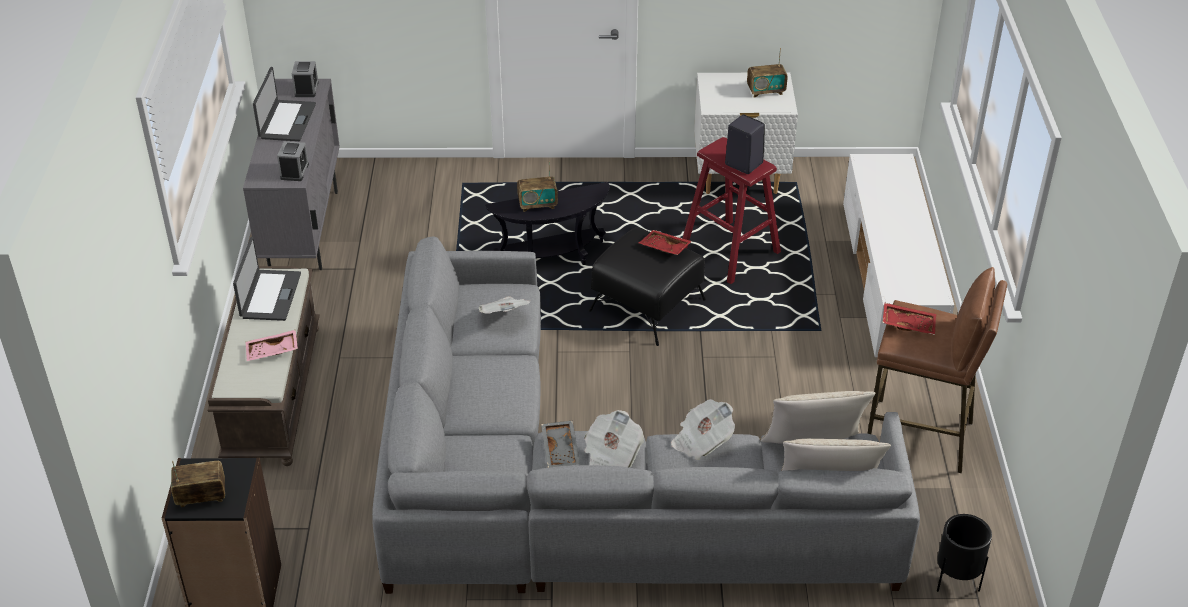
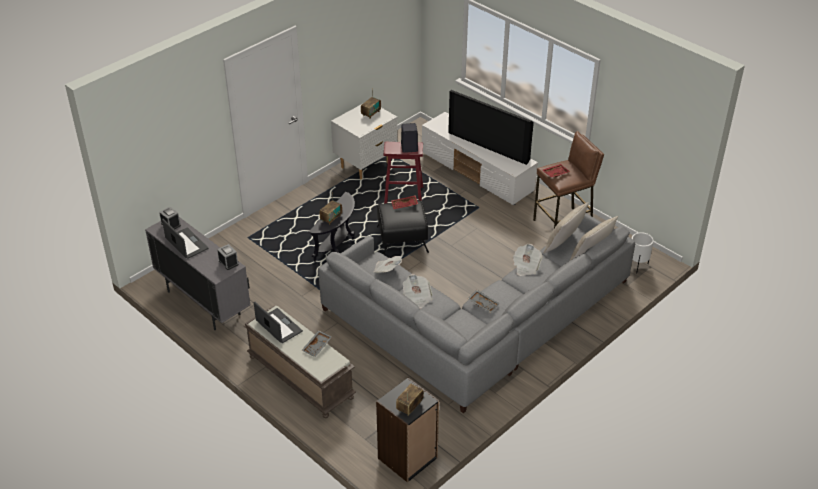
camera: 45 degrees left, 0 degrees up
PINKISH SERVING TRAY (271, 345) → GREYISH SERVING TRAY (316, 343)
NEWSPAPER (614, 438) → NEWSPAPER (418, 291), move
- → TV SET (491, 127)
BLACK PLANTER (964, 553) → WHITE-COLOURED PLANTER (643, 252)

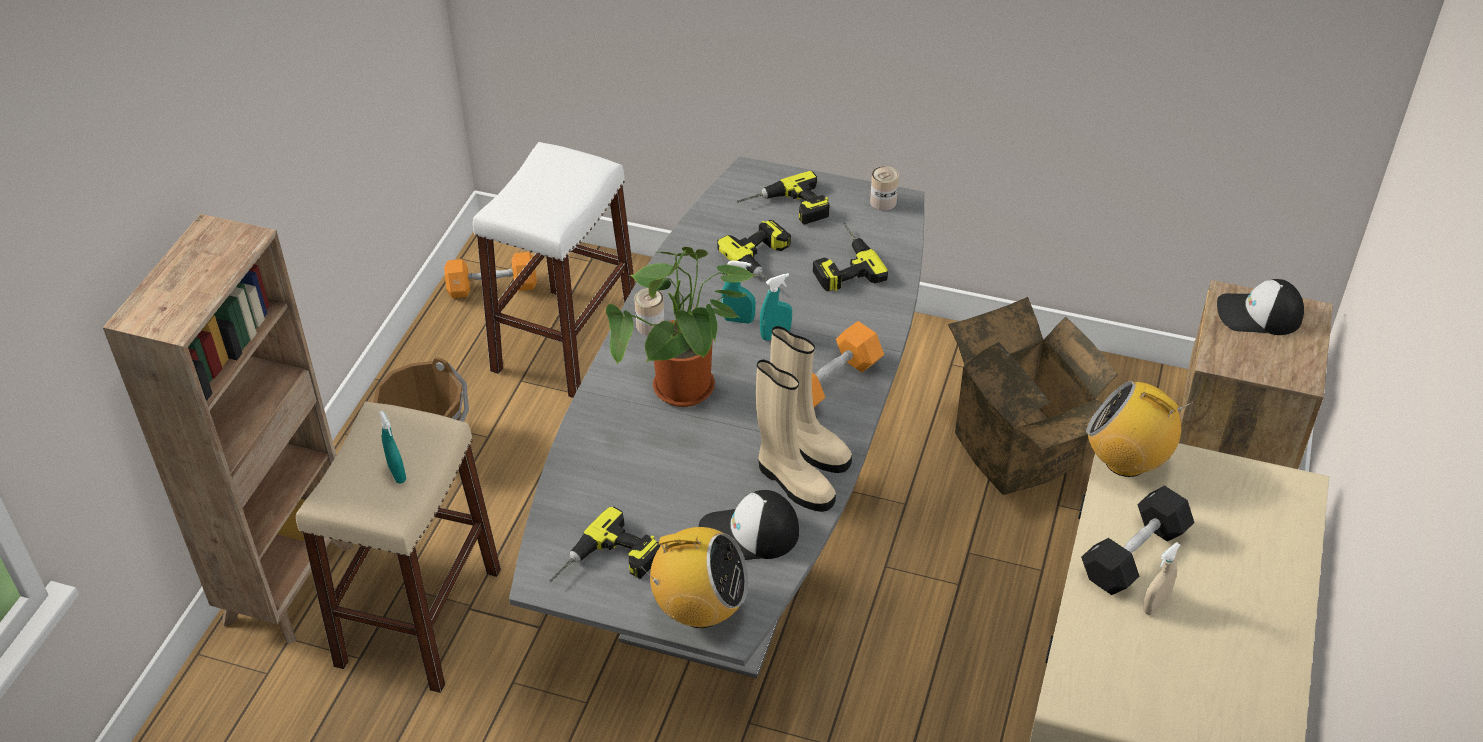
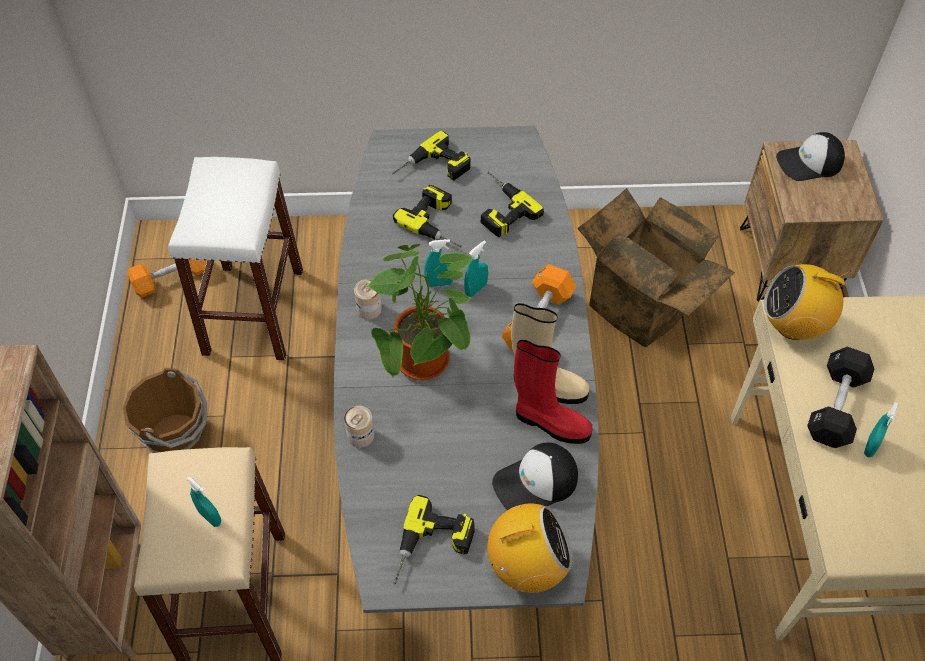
camera: 20 degrees left, 10 degrees up
CAN (884, 188) → CAN (359, 427), move
BEIGE-COLOURED BOOT (796, 436) → RED-COLOURED BOOT (553, 392)
BEIGE-COLOURED SPRAY BOTTLE (1161, 578) → BLUE-GREEN SPRAY BOTTLE (881, 429)

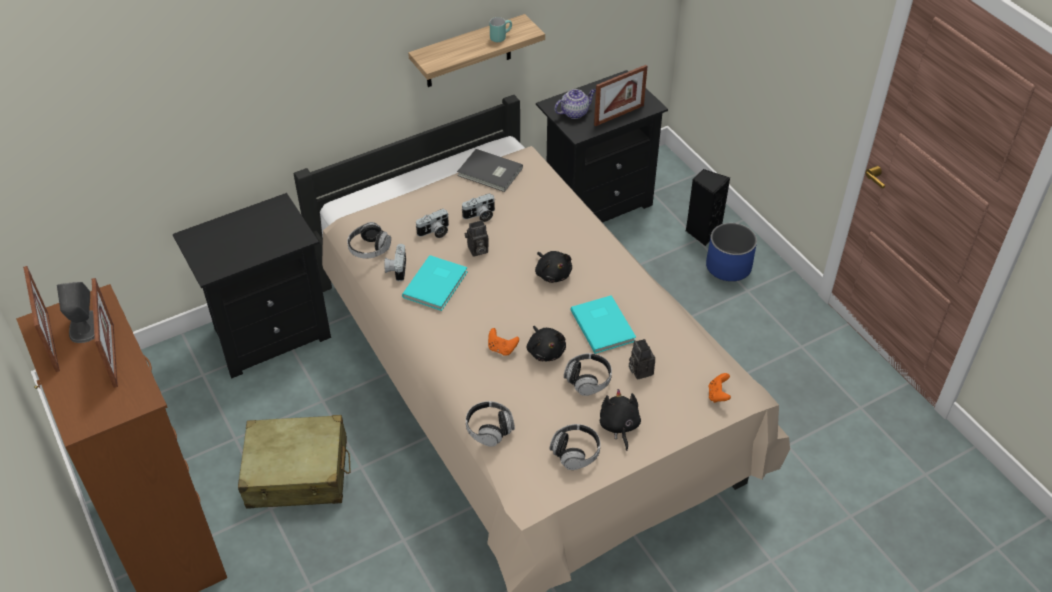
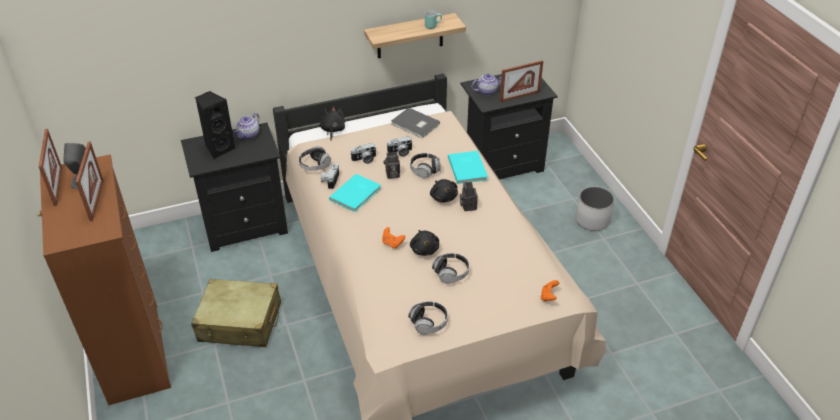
camera: 10 degrees right, 5 degrees down
BLACK AUDIO SPEAKER (708, 207) → BLACK AUDIO SPEAKER (215, 125), move
- → TEAPOT (247, 126)
BLACK SOFT TOY (620, 420) → BLACK SOFT TOY (332, 123), move
HEADSET (490, 424) → HEADSET (425, 165), move
BLUE-GREEN VOLUME (603, 324) → BLUE-GREEN VOLUME (468, 167), move
STILL CAMERA (642, 359) → STILL CAMERA (469, 196), move
BLUISH PLANTER (731, 252) → WHITE-COLOURED PLANTER (595, 208)

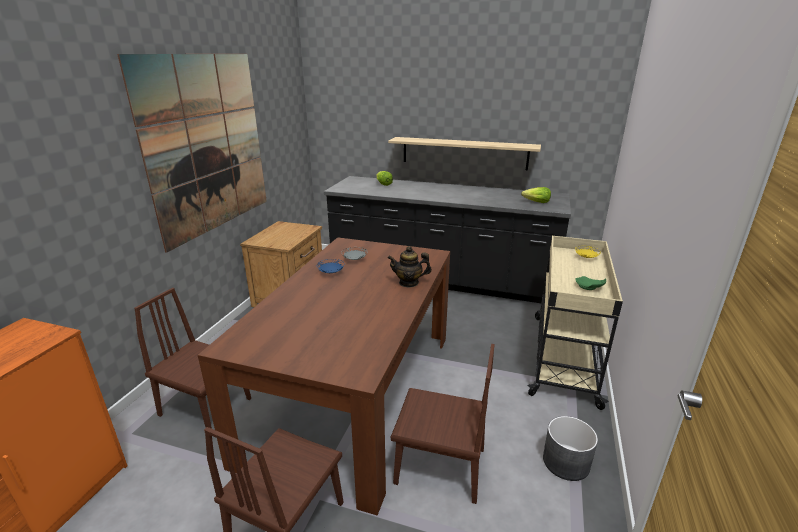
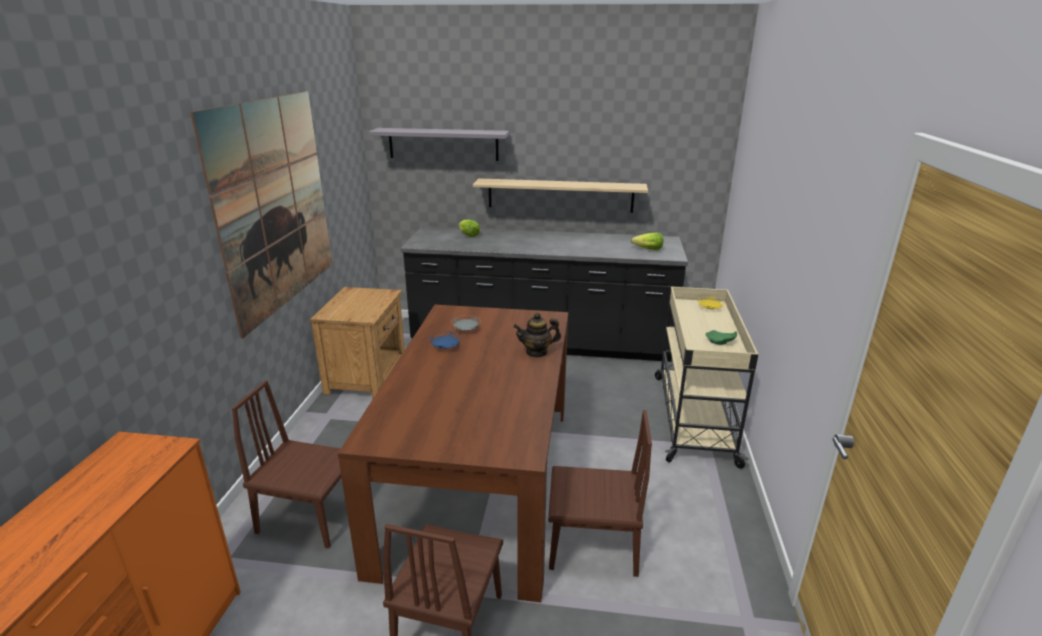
camera: 10 degrees left, 0 degrees up
- → GREYISH BRACKET SHELF (439, 144)
GREYISH PLANTER (570, 448) → -

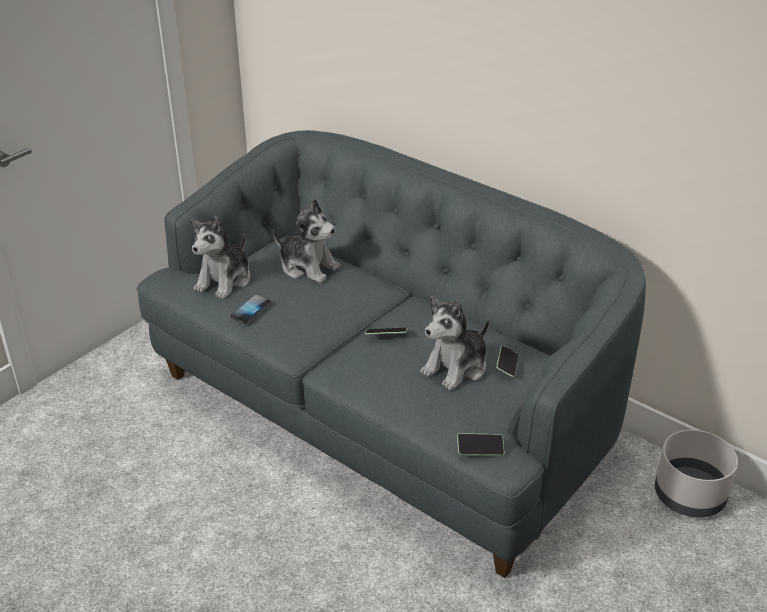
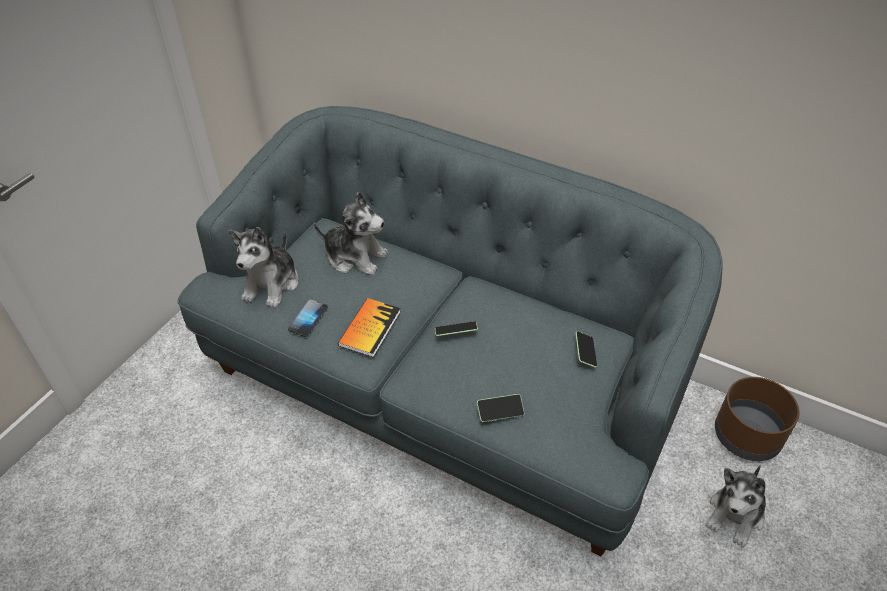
camera: 10 degrees left, 10 degrees up
- → VOLUME (369, 327)
HANDSET (481, 444) → HANDSET (501, 408), move
SOFT TOY (455, 343) → SOFT TOY (736, 506), move
GREYISH PLANTER (696, 474) → BROWNISH PLANTER (757, 419)

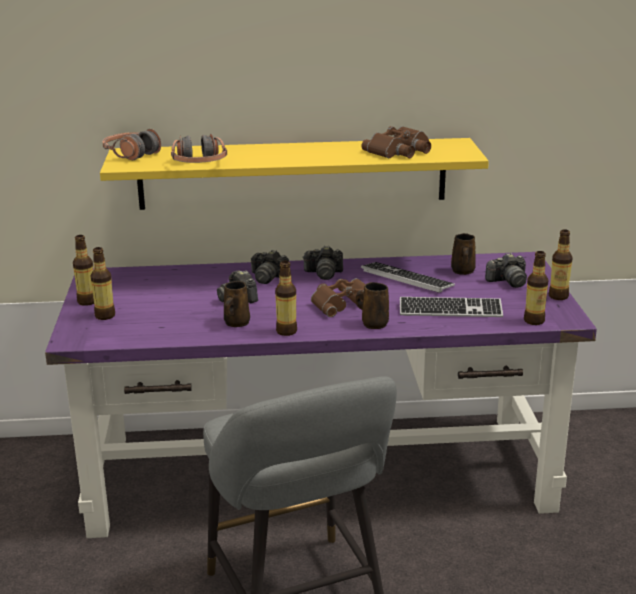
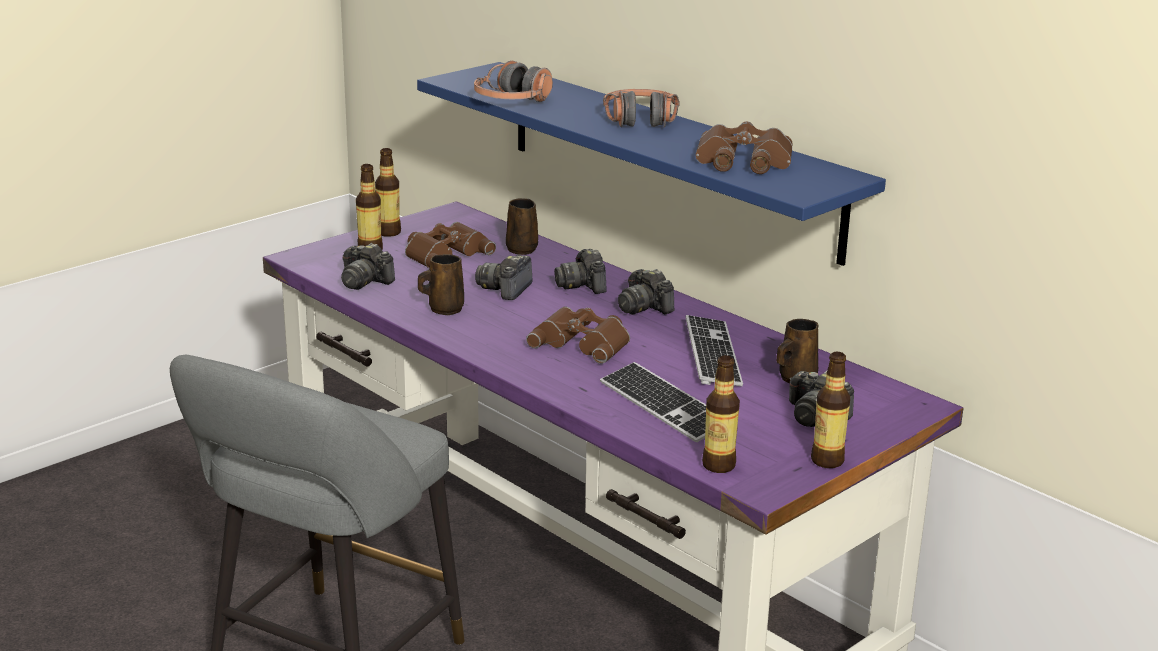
camera: 50 degrees right, 0 degrees up
- → STILL CAMERA (368, 266)
- → BROWNISH BINOCULARS (450, 245)
YELLOWISH BRACKET SHELF (294, 174) → BLUISH BRACKET SHELF (651, 164)
BROWNISH COFFEE MUG (372, 305) → BROWNISH COFFEE MUG (522, 226), move
HEADSET (131, 144) → HEADSET (641, 108), move
DRINK BOTTLE (286, 298) → -

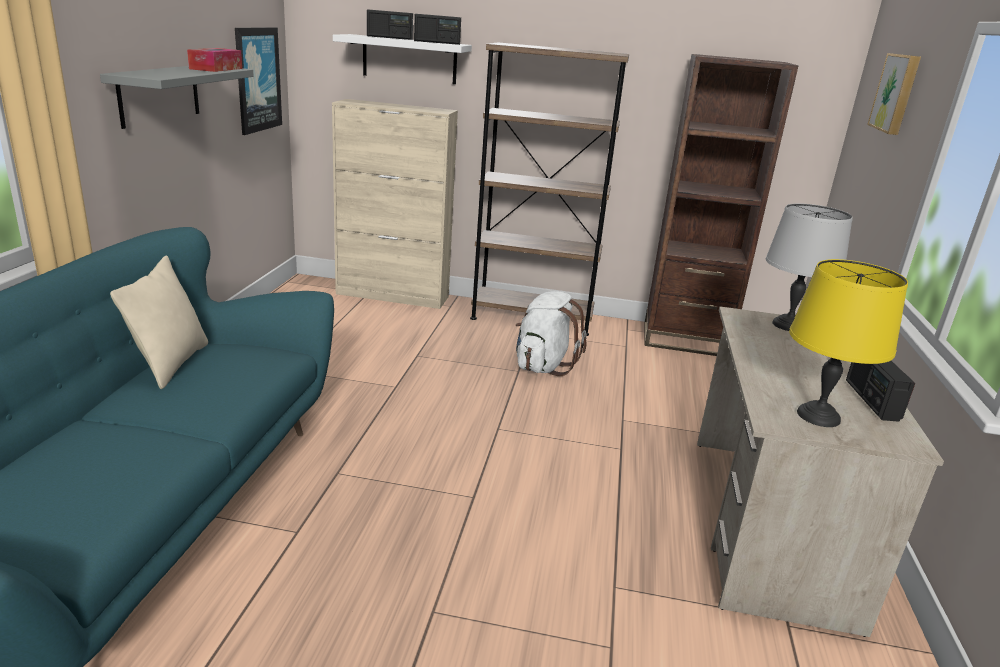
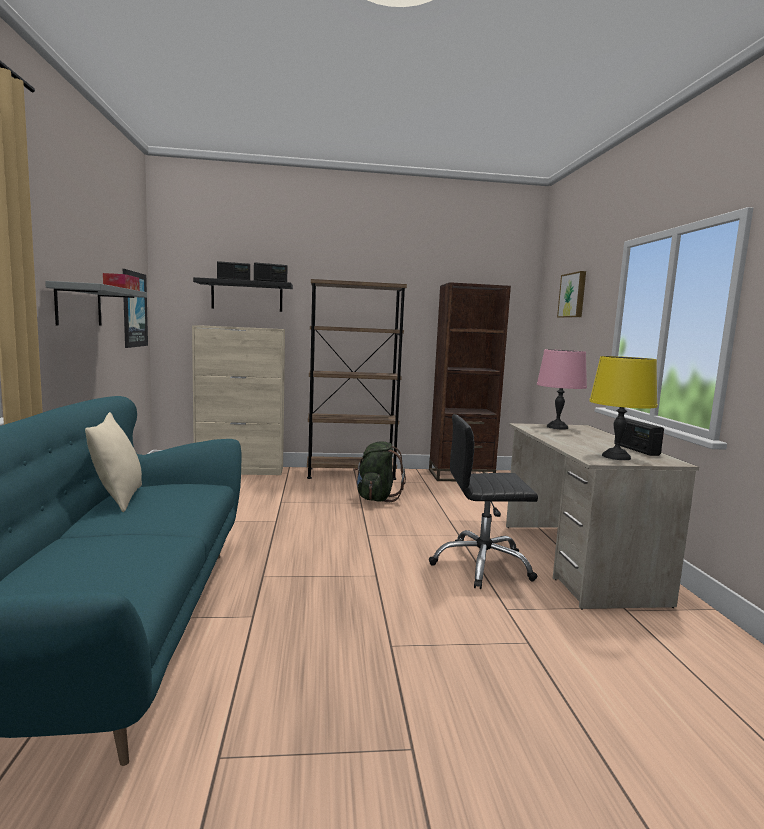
camera: 15 degrees left, 15 degrees down
WHITE-COLOURED BRACKET SHELF (402, 59) → BLACK BRACKET SHELF (243, 294)
WHITE-COLOURED RUCKSACK (551, 333) → GREEN-COLOURED RUCKSACK (379, 472)
- → BLACK COMPUTER CHAIR (483, 501)
GREYISH TABLE LAMP (809, 267) → PINKISH TABLE LAMP (562, 389)

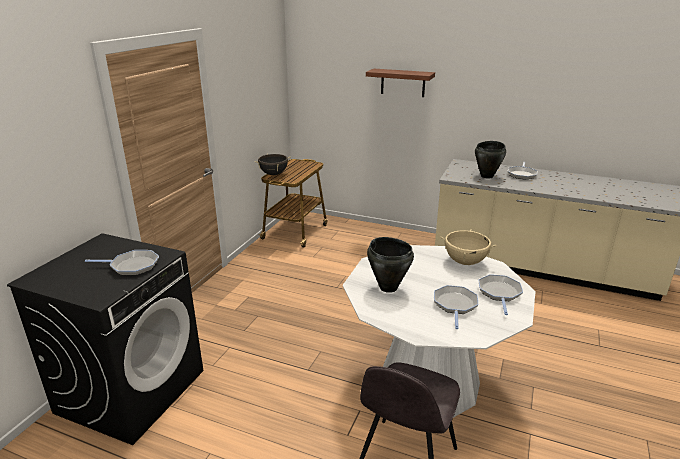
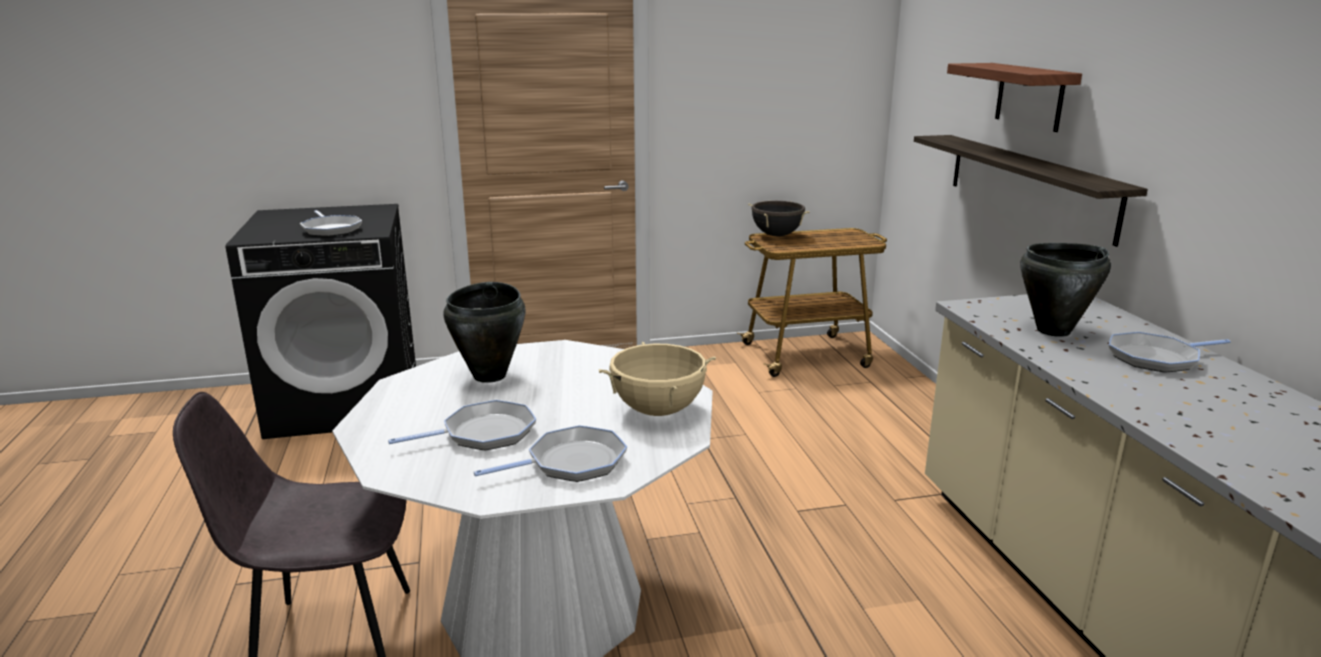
camera: 55 degrees right, 5 degrees down
- → BRACKET SHELF (1031, 191)

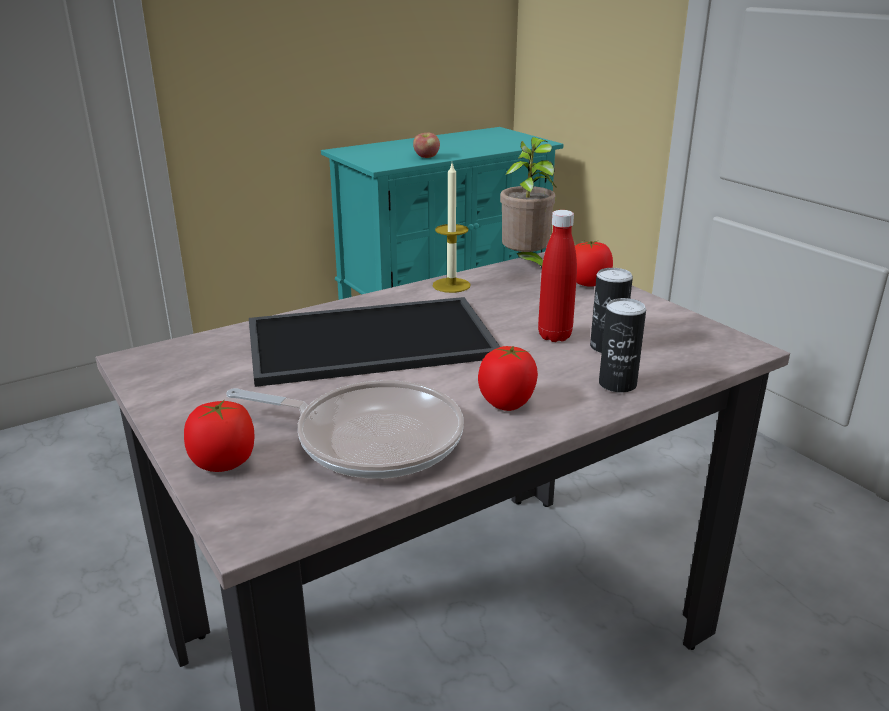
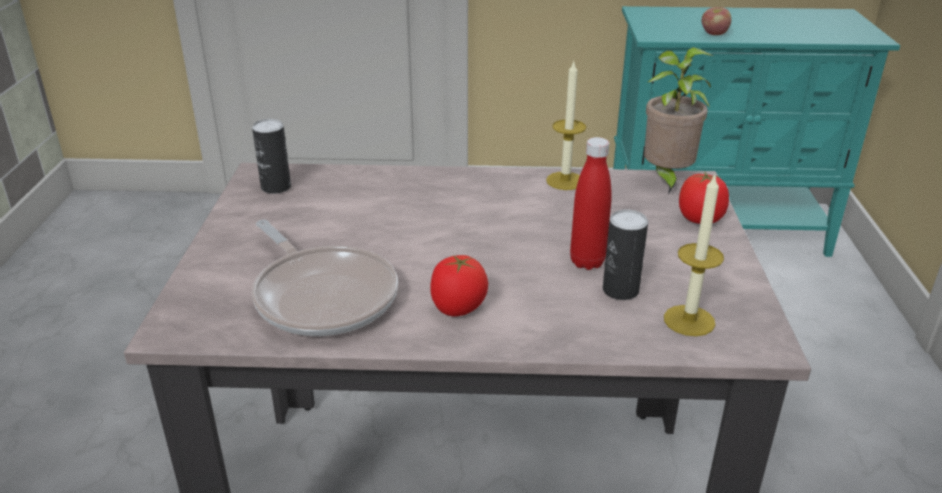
camera: 35 degrees right, 5 degrees up
CAN (622, 345) → CAN (271, 156), move
- → CANDLE (694, 255)
TOMATO (219, 435) → -
SERVING TRAY (374, 342) → -

